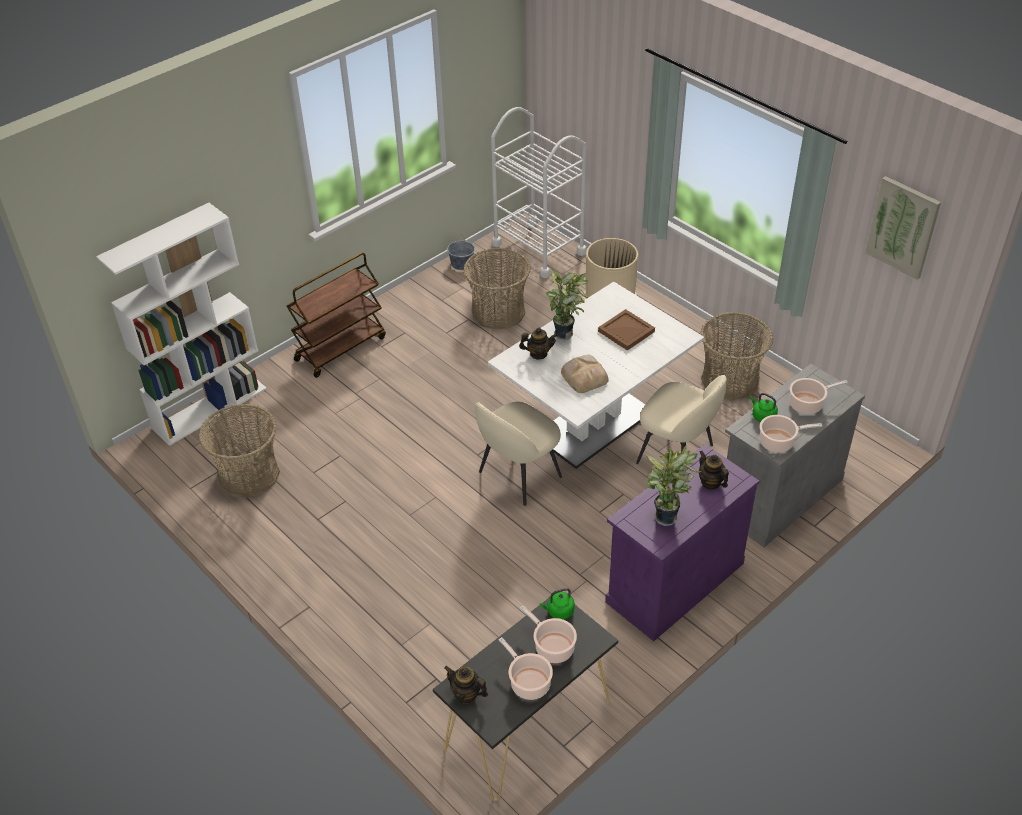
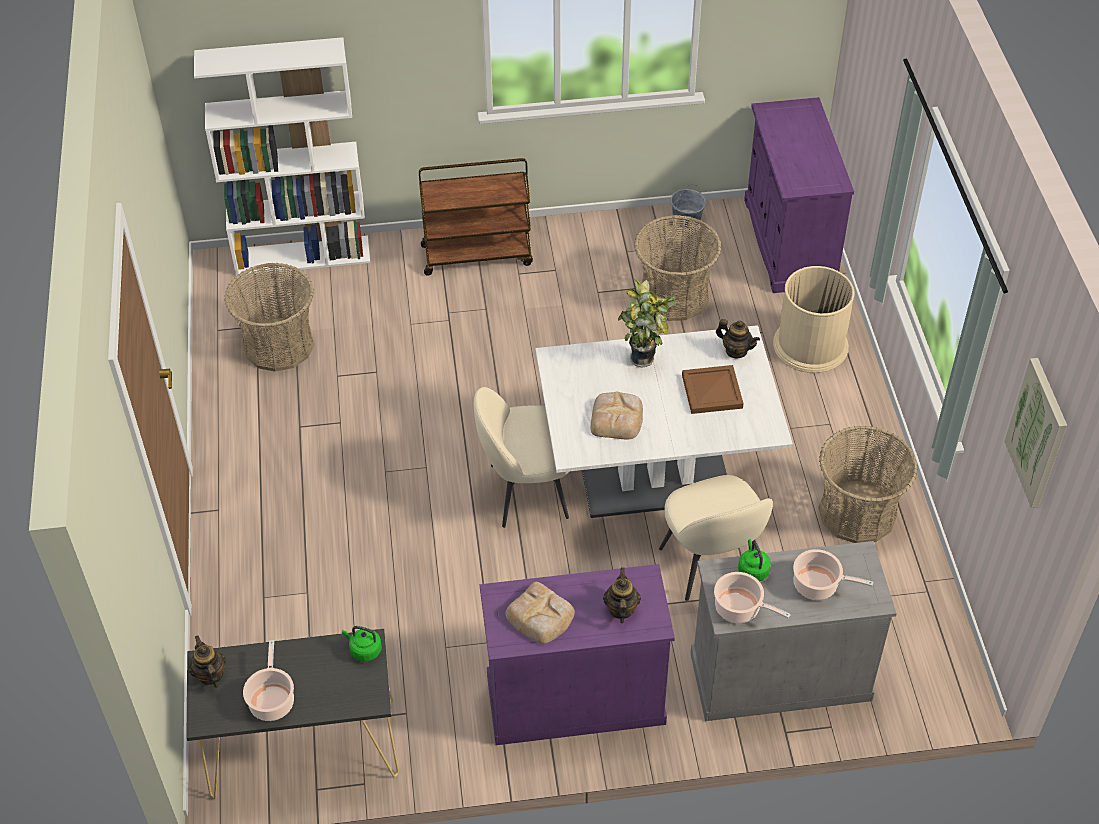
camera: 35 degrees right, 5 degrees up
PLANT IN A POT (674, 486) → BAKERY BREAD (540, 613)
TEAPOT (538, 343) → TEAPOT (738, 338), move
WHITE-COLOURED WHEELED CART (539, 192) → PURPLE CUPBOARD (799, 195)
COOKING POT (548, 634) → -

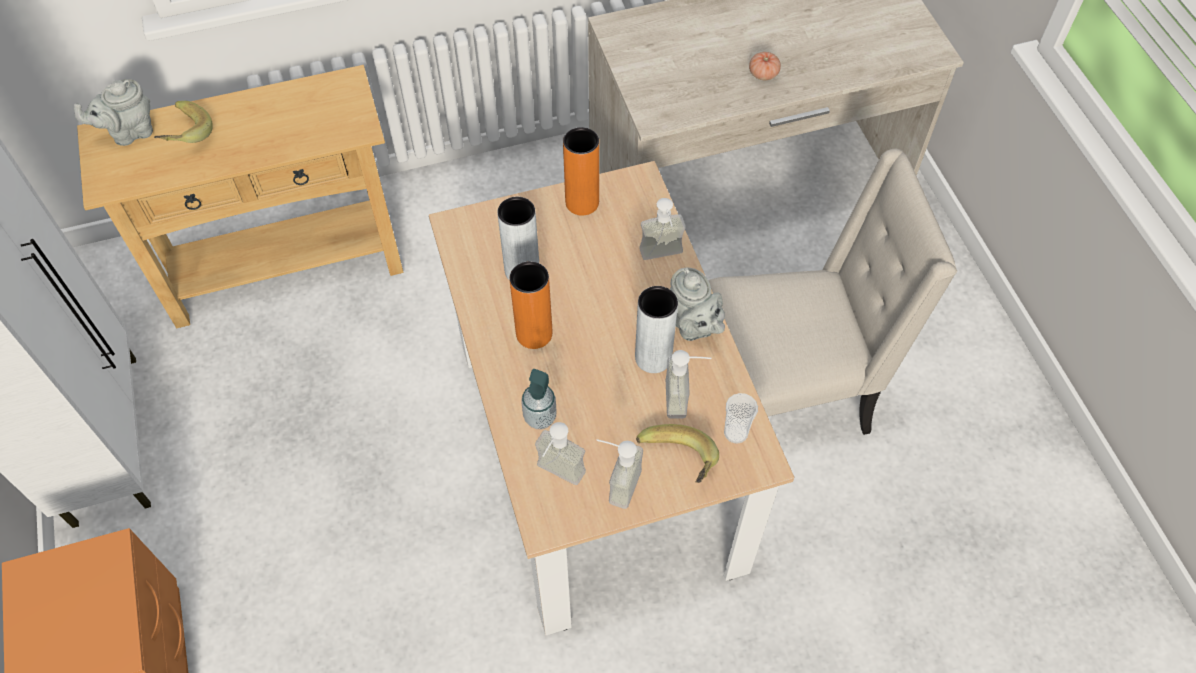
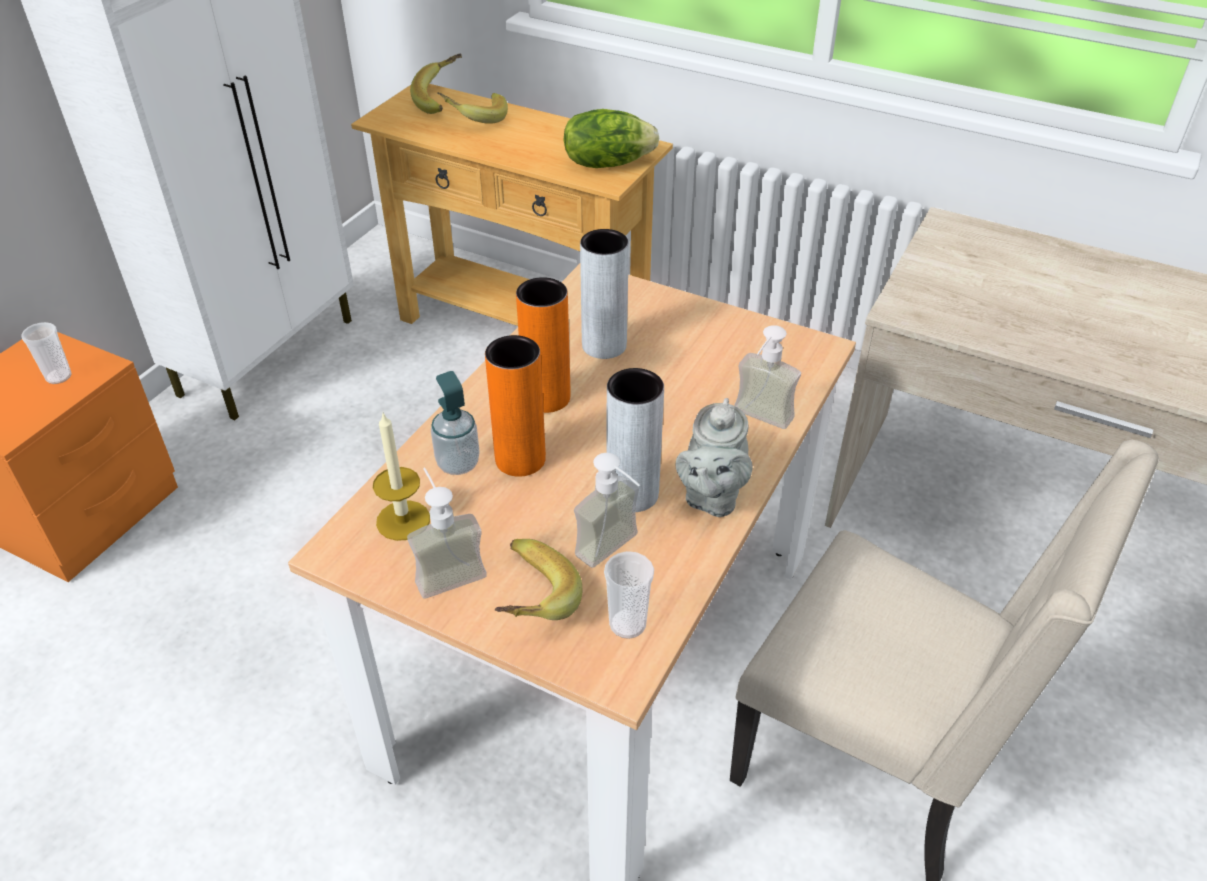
camera: 45 degrees right, 15 degrees down
- → SMALL CUP (46, 353)
SOAP BOTTLE (560, 453) → CANDLE (401, 477)
GREYISH TEAPOT (113, 112) → WHOLE BANANA (436, 84)
ORANGE-COLOURED DECORATIVE VASE (581, 171) → ORANGE-COLOURED DECORATIVE VASE (515, 406), move
- → LETTUCE (611, 138)
TOMATO (765, 66) → -

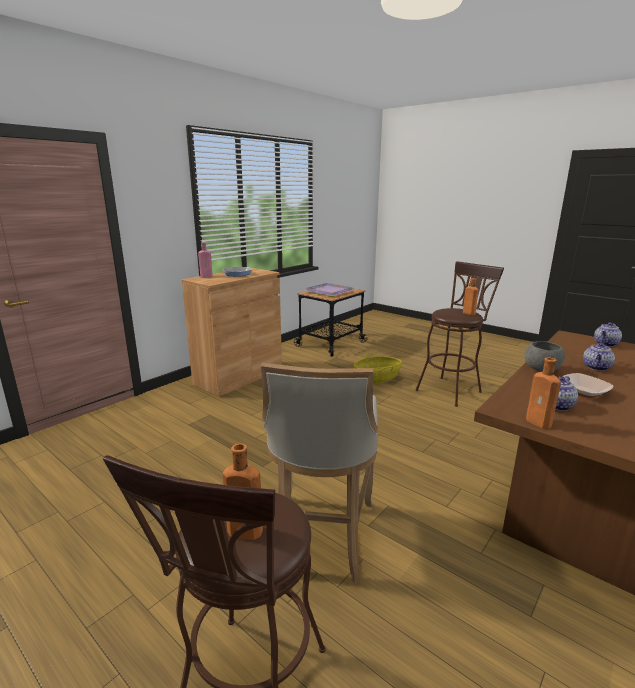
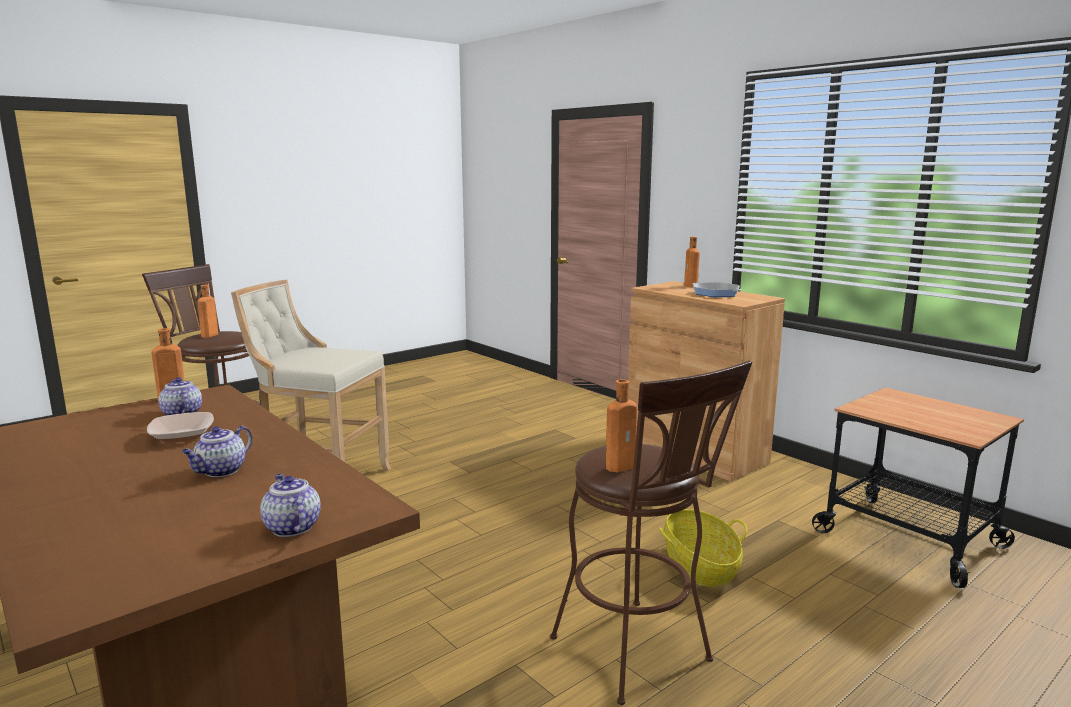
camera: 100 degrees right, 5 degrees down
TEAPOT (599, 357) → TEAPOT (216, 451), 105 degrees counterclockwise
PINKISH DRINK BOTTLE (205, 260) → ORANGE-COLOURED DRINK BOTTLE (692, 262)
PURPLE SERVING TRAY (328, 290) → -
GREYISH DEEP DISH (544, 356) → -

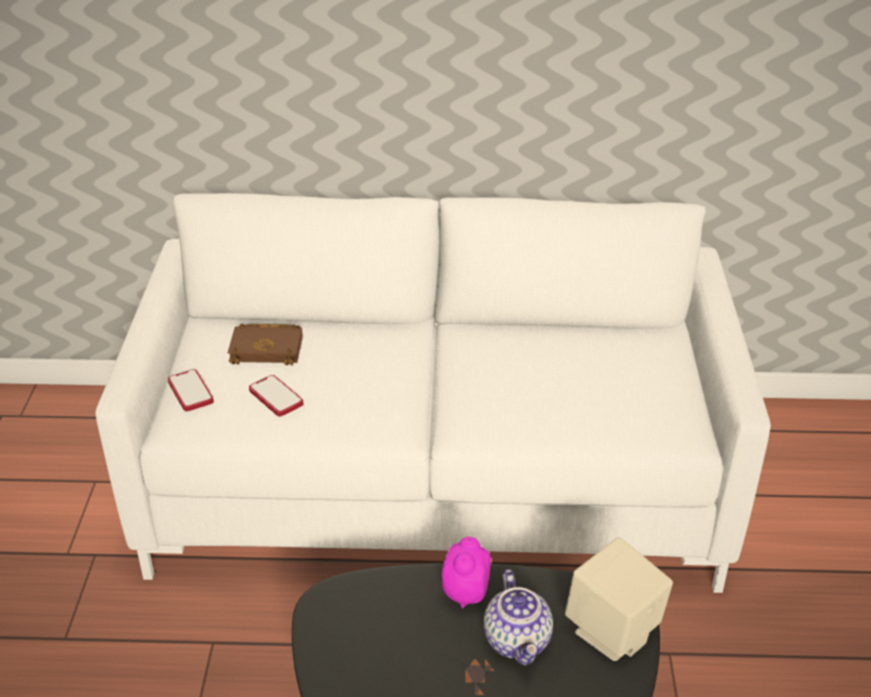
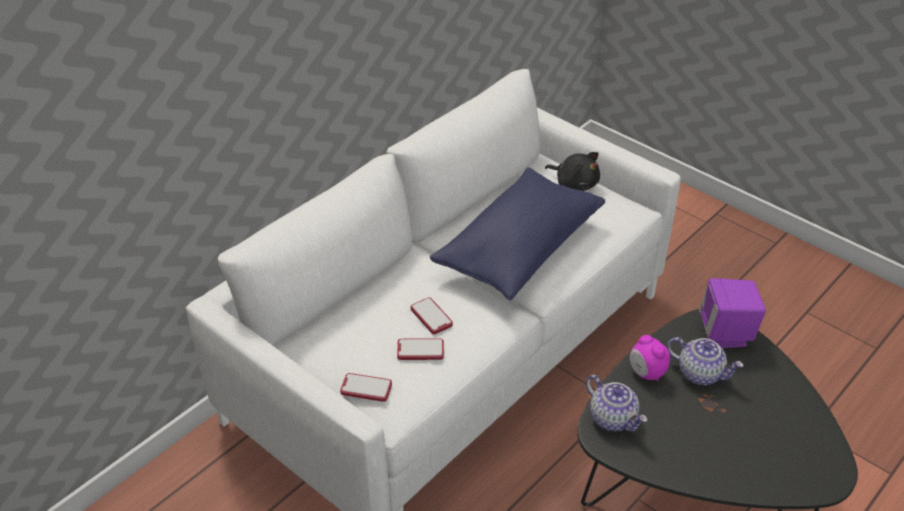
camera: 50 degrees left, 5 degrees up
- → HANDSET (432, 315)
- → BLUISH CUSHION (517, 233)
- → BLACK SOFT TOY (572, 171)
- → TEAPOT (616, 403)
BEIGE-COLOURED AUDIO SPEAKER (619, 599) → PURPLE AUDIO SPEAKER (732, 313)
BROWNISH VOLUME (265, 344) → -

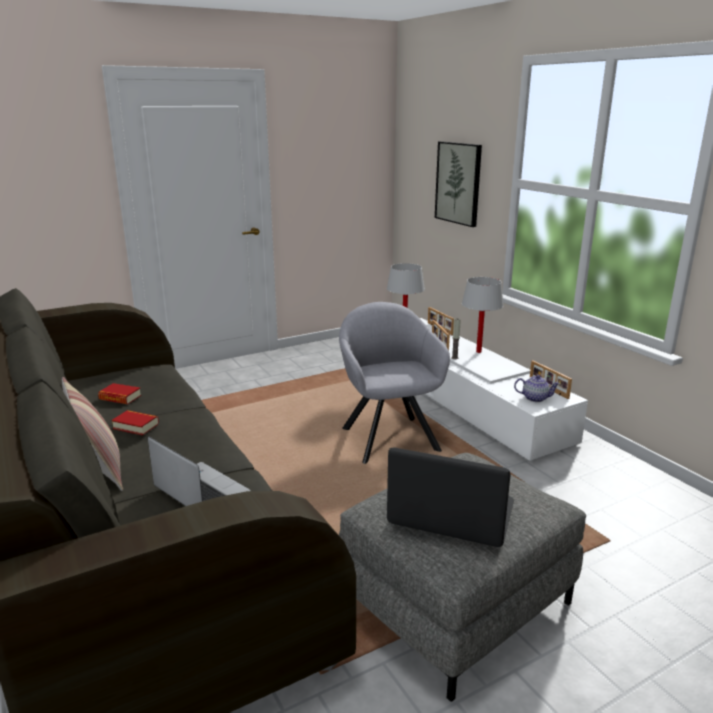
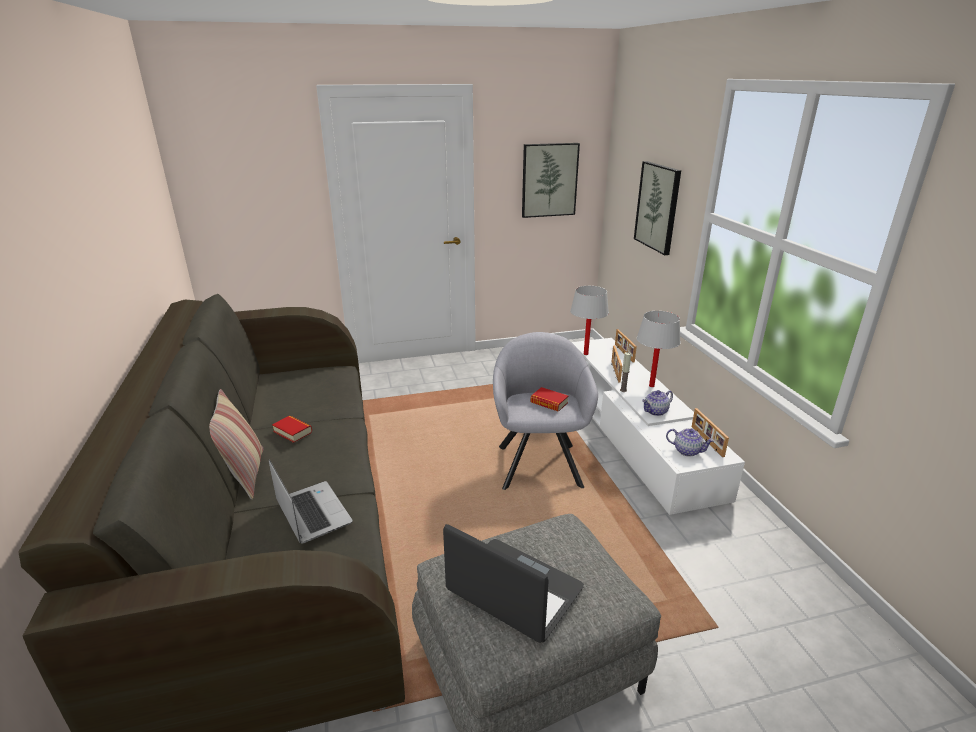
camera: 15 degrees right, 5 degrees up
- → WALL ART (551, 180)
VOLUME (119, 393) → VOLUME (549, 399), move
- → TEAPOT (657, 403)

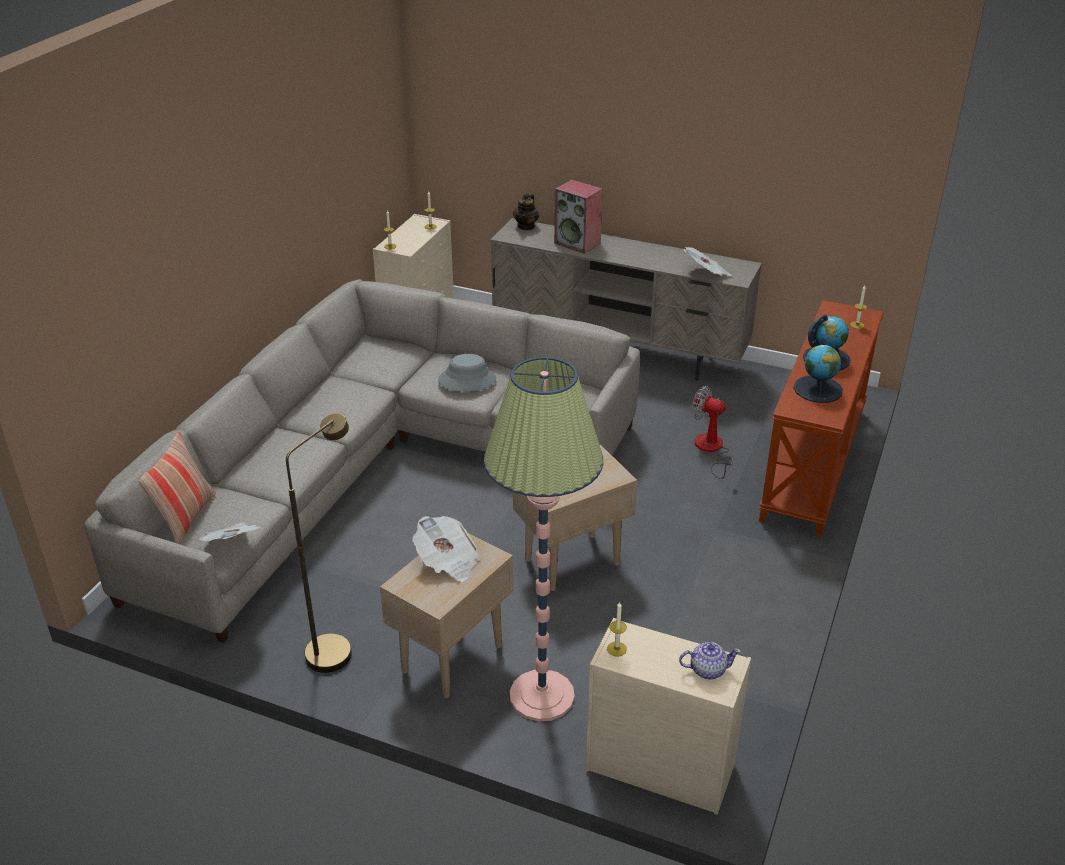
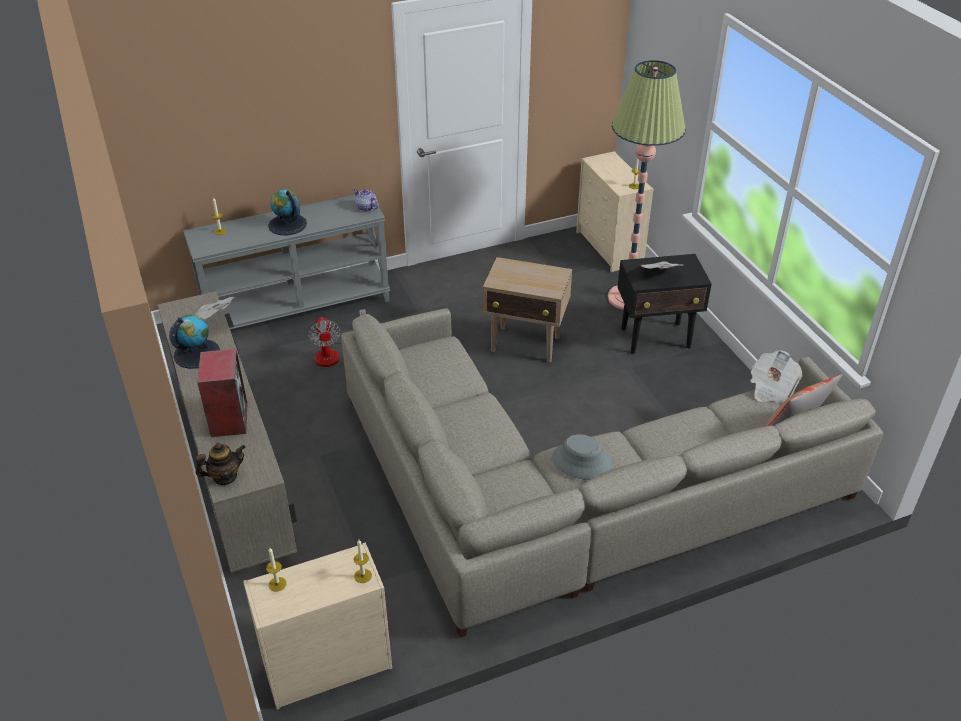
camera: 135 degrees left, 5 degrees up
DESK GLOBE (818, 370) → DESK GLOBE (194, 341), move
BROWNISH NARROW TABLE (821, 418) → GREYISH NARROW TABLE (286, 262)
TEAPOT (710, 660) → TEAPOT (366, 199), move
GREYISH CLOTHING HAT (467, 373) → GREYISH CLOTHING HAT (582, 457), move
BEIGE-COLOURED ACCENT TABLE (446, 615) → BLACK ACCENT TABLE (665, 304)
BROWNISH STANDING LAMP (319, 543) → -

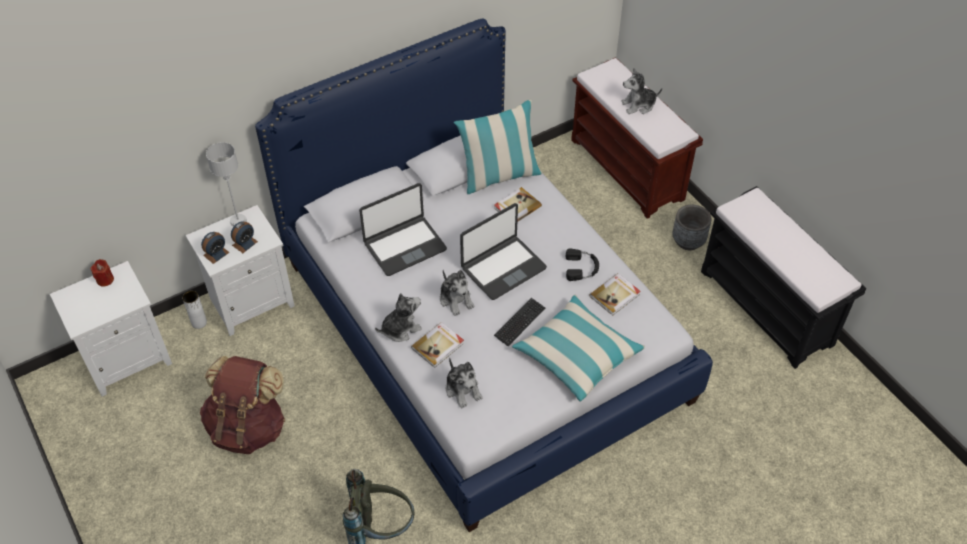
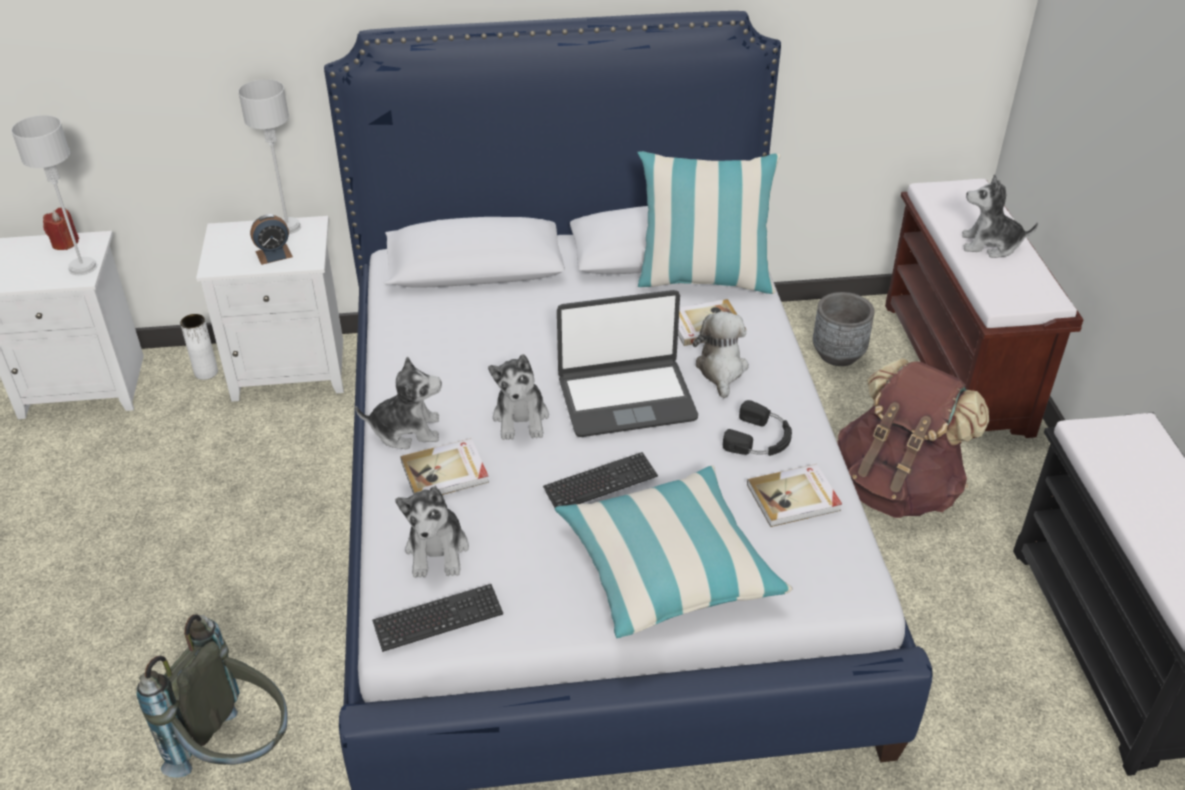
camera: 25 degrees right, 10 degrees down
- → GREYISH TABLE LAMP (54, 195)
- → PC KEYBOARD (437, 618)
- → SOFT TOY (721, 355)
GREYISH PLANTER (691, 227) → GREYISH PLANTER (844, 329), move
BROWNISH RUCKSACK (242, 405) → BROWNISH RUCKSACK (913, 438), move
BEDSIDE CLOCK (215, 248) → -
LAPTOP (403, 229) → -

